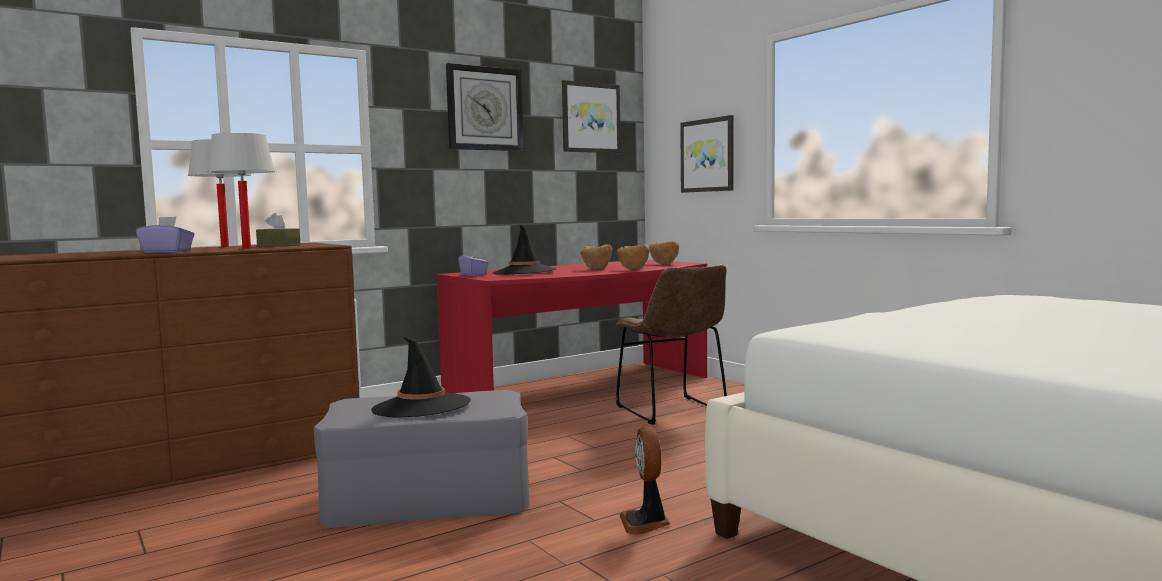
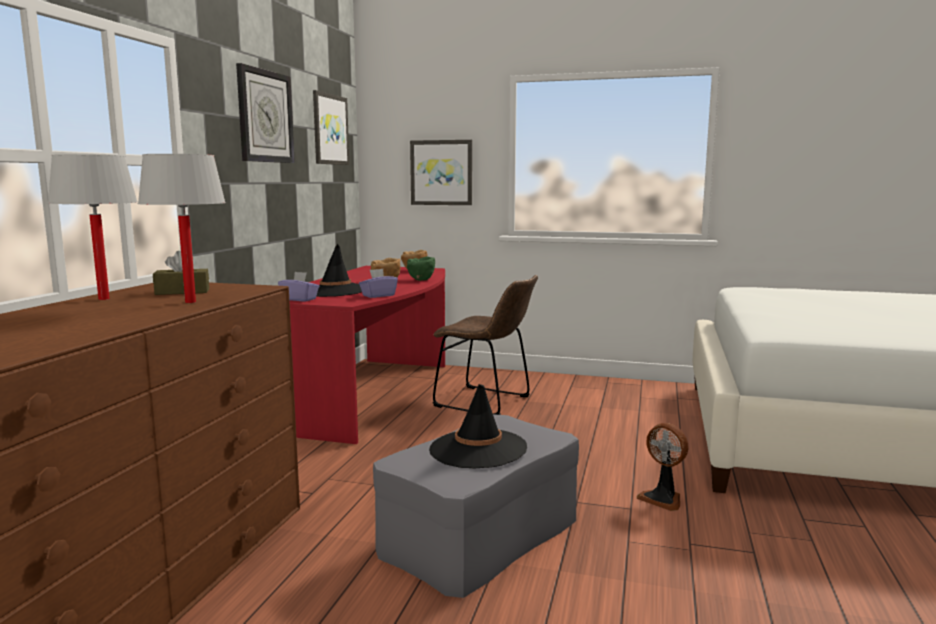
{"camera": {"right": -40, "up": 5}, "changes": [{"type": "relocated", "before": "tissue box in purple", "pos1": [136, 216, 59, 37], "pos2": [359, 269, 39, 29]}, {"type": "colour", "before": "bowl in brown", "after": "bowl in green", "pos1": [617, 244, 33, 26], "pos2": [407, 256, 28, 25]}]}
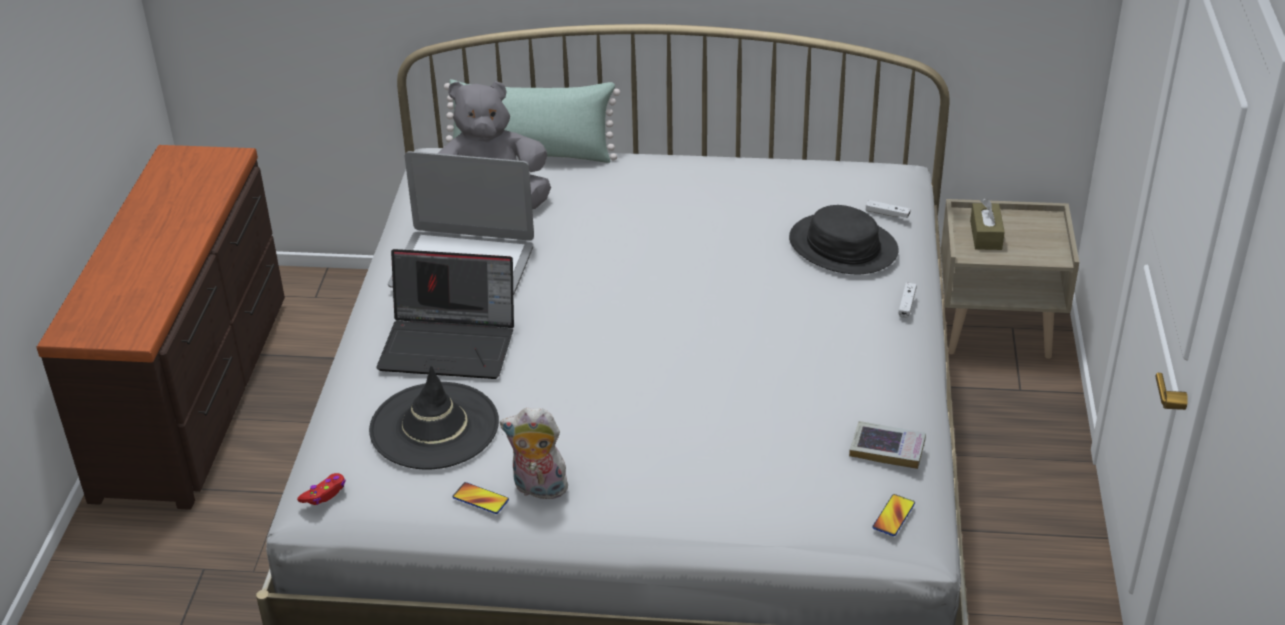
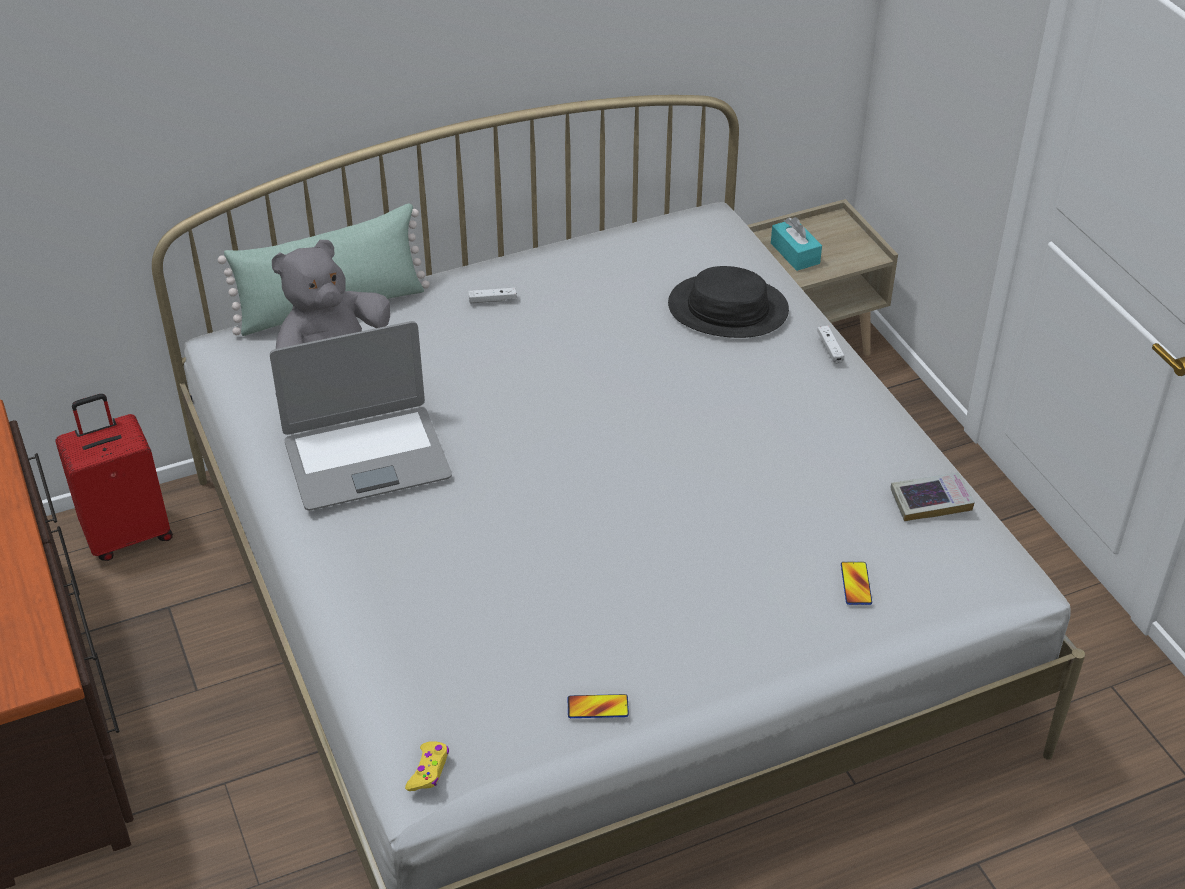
{"camera": {"right": -30, "up": 5}, "changes": [{"type": "appeared", "after": "suitcase in red", "pos2": [55, 394, 118, 167]}, {"type": "colour", "before": "game controller in red", "after": "game controller in yellow", "pos1": [297, 473, 49, 32], "pos2": [405, 741, 44, 50]}, {"type": "relocated", "before": "game controller in white", "pos1": [866, 200, 44, 18], "pos2": [469, 288, 48, 15]}, {"type": "colour", "before": "tissue box in brown", "after": "tissue box in turquoise", "pos1": [970, 199, 35, 51], "pos2": [771, 217, 51, 54]}, {"type": "relocated", "before": "phone", "pos1": [872, 494, 43, 42], "pos2": [841, 562, 31, 43]}, {"type": "missing", "before": "hat in black", "pos1": [369, 365, 130, 105]}, {"type": "missing", "before": "laptop", "pos1": [377, 249, 137, 130]}, {"type": "missing", "before": "plush toy", "pos1": [500, 408, 68, 92]}]}
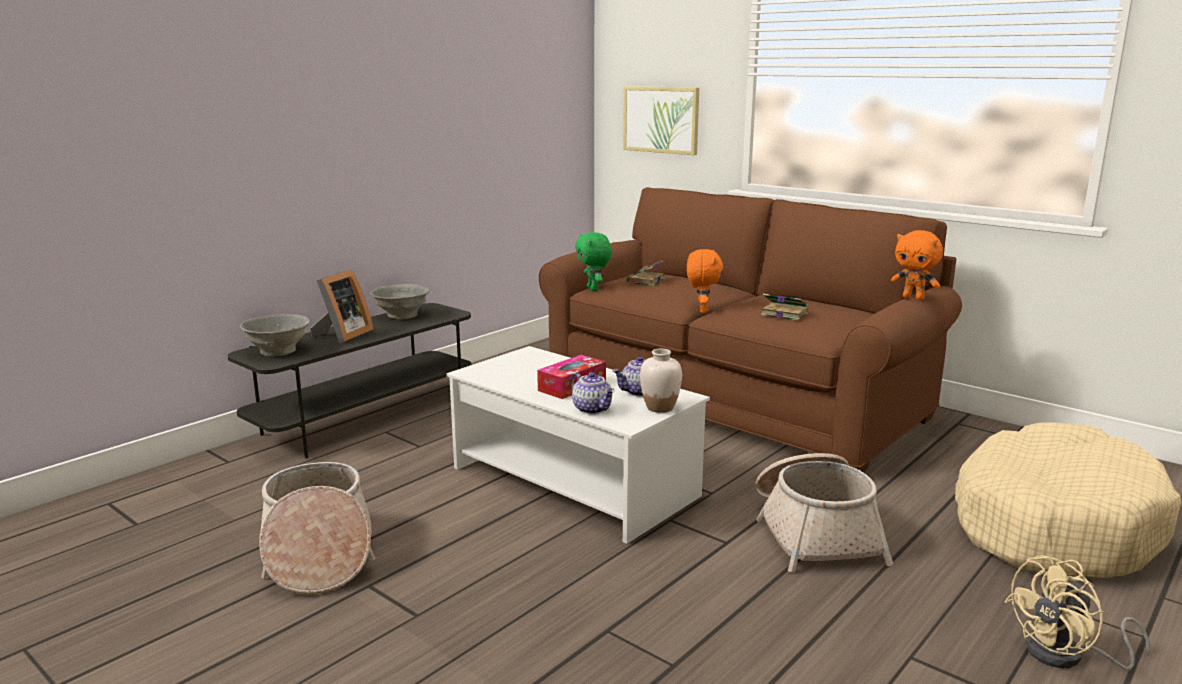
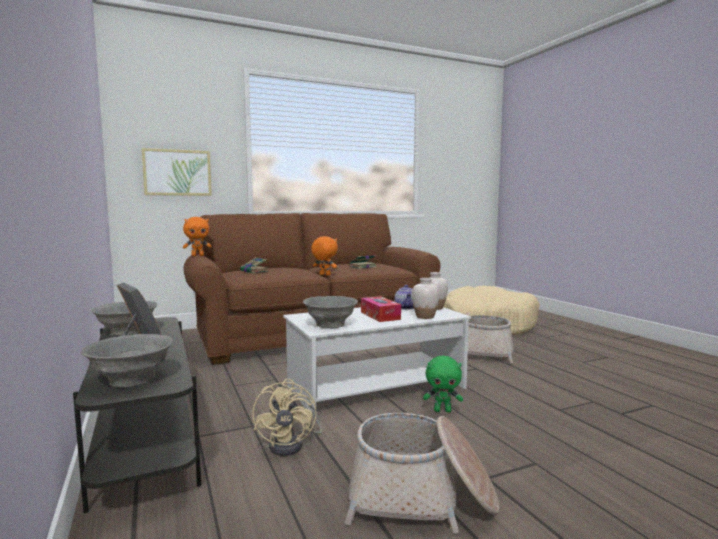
{"camera": {"right": -65, "up": -10}, "changes": [{"type": "relocated", "before": "plush toy in orange", "pos1": [891, 230, 52, 70], "pos2": [183, 217, 29, 39]}, {"type": "relocated", "before": "fan in beige", "pos1": [1004, 555, 146, 115], "pos2": [252, 379, 70, 77]}, {"type": "appeared", "after": "bowl in grey", "pos2": [303, 296, 55, 33]}, {"type": "exchanged", "before": "teapot", "after": "vase in white", "pos1": [571, 372, 44, 42], "pos2": [412, 278, 27, 41]}, {"type": "relocated", "before": "plush toy in green", "pos1": [575, 232, 37, 59], "pos2": [423, 356, 40, 56]}]}
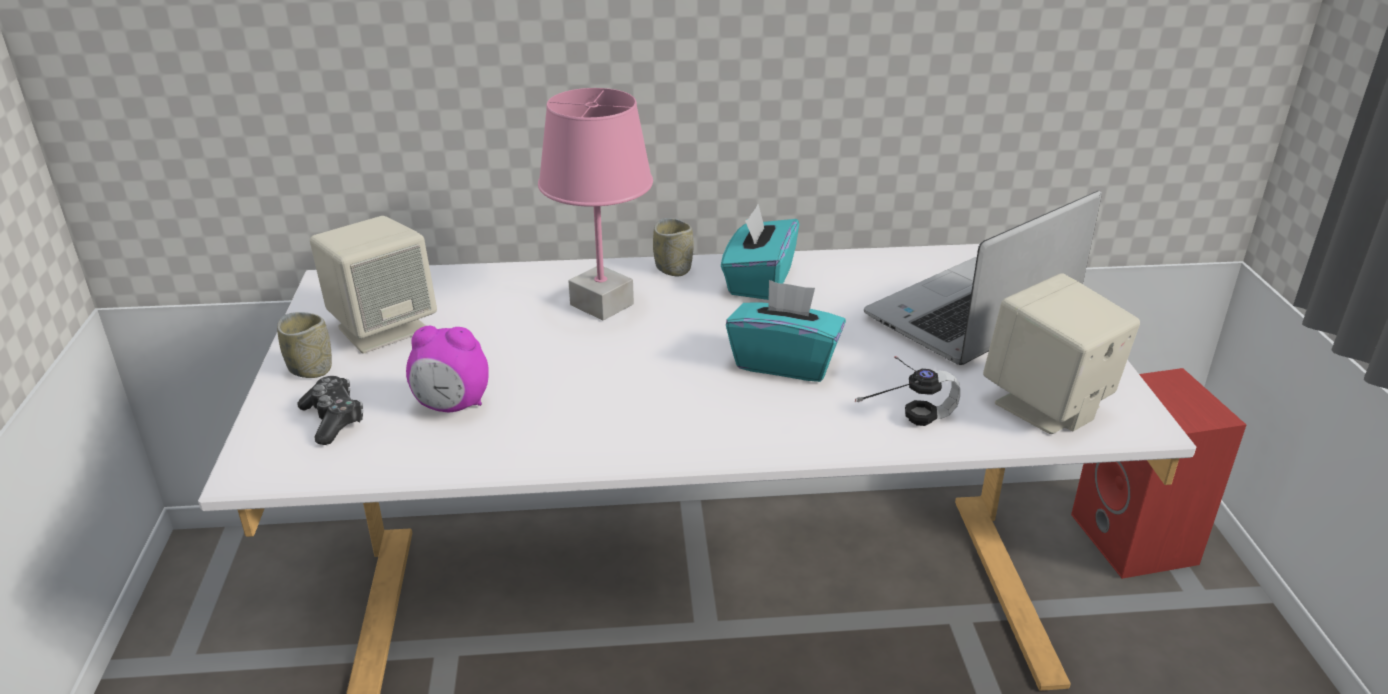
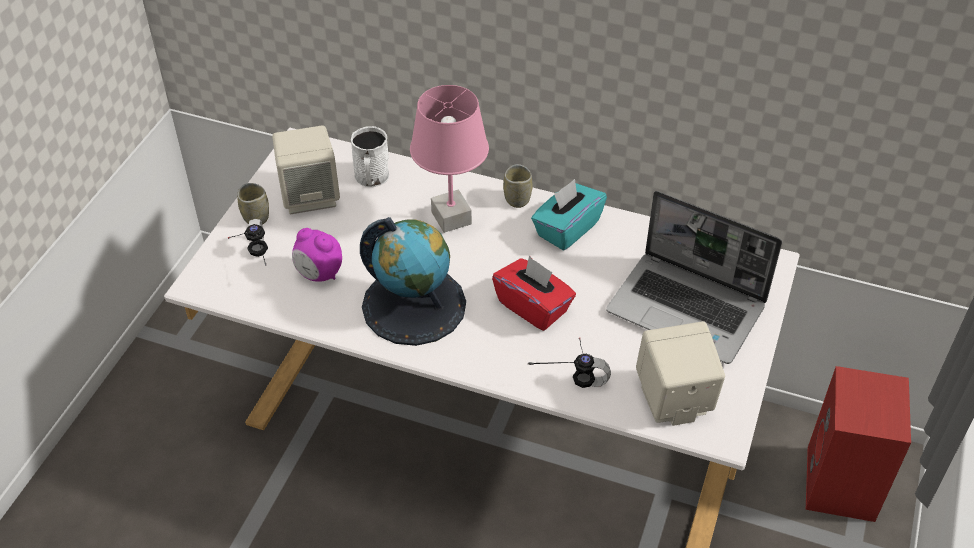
{"camera": {"right": 25, "up": 15}, "changes": [{"type": "exchanged", "before": "game controller", "after": "headphones", "pos1": [297, 376, 66, 69], "pos2": [228, 219, 40, 46]}, {"type": "appeared", "after": "mug in white", "pos2": [351, 126, 38, 61]}, {"type": "appeared", "after": "globe", "pos2": [360, 217, 106, 129]}, {"type": "colour", "before": "tissue box in turquoise", "after": "tissue box in red", "pos1": [726, 280, 120, 102], "pos2": [492, 256, 84, 75]}, {"type": "spun", "before": "laptop", "pos1": [864, 191, 238, 174], "pos2": [606, 191, 176, 173], "turn": -135}]}
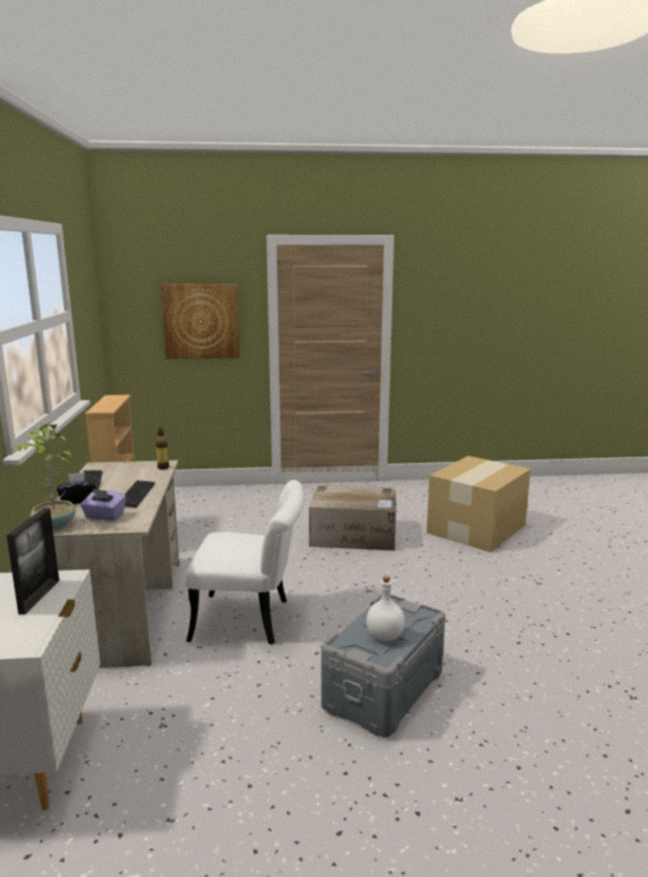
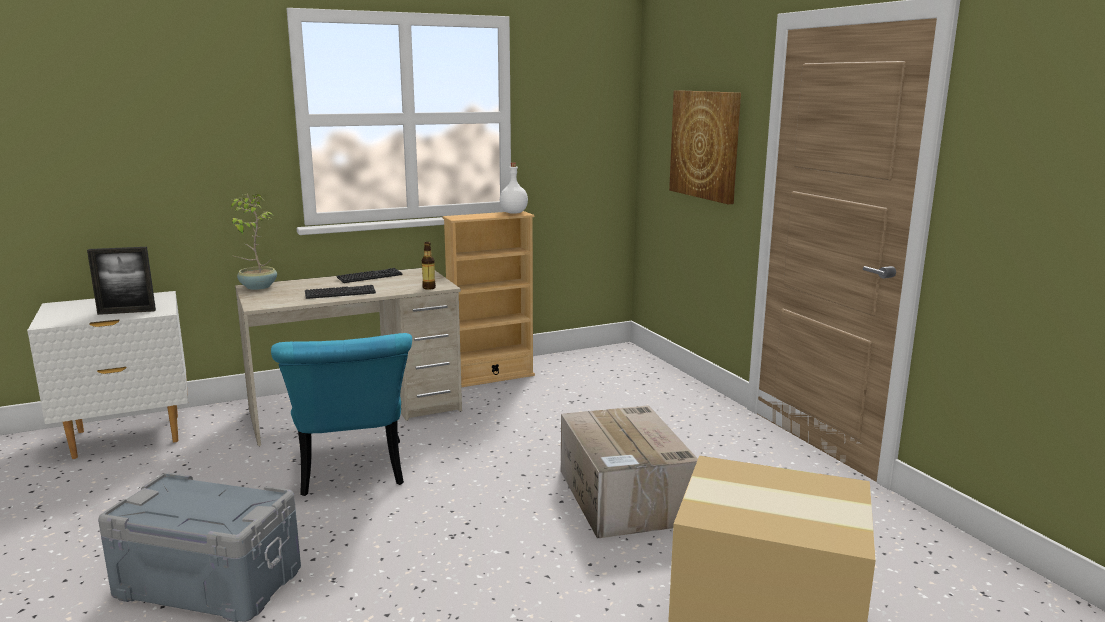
{"camera": {"right": 70, "up": 0}, "changes": [{"type": "colour", "before": "chair in white", "after": "chair in turquoise", "pos1": [186, 480, 119, 165], "pos2": [271, 333, 141, 163]}, {"type": "relocated", "before": "bottle in white", "pos1": [366, 575, 39, 66], "pos2": [500, 163, 28, 51]}, {"type": "missing", "before": "tissue box in black", "pos1": [57, 472, 40, 32]}, {"type": "missing", "before": "tissue box in purple", "pos1": [80, 489, 46, 32]}]}
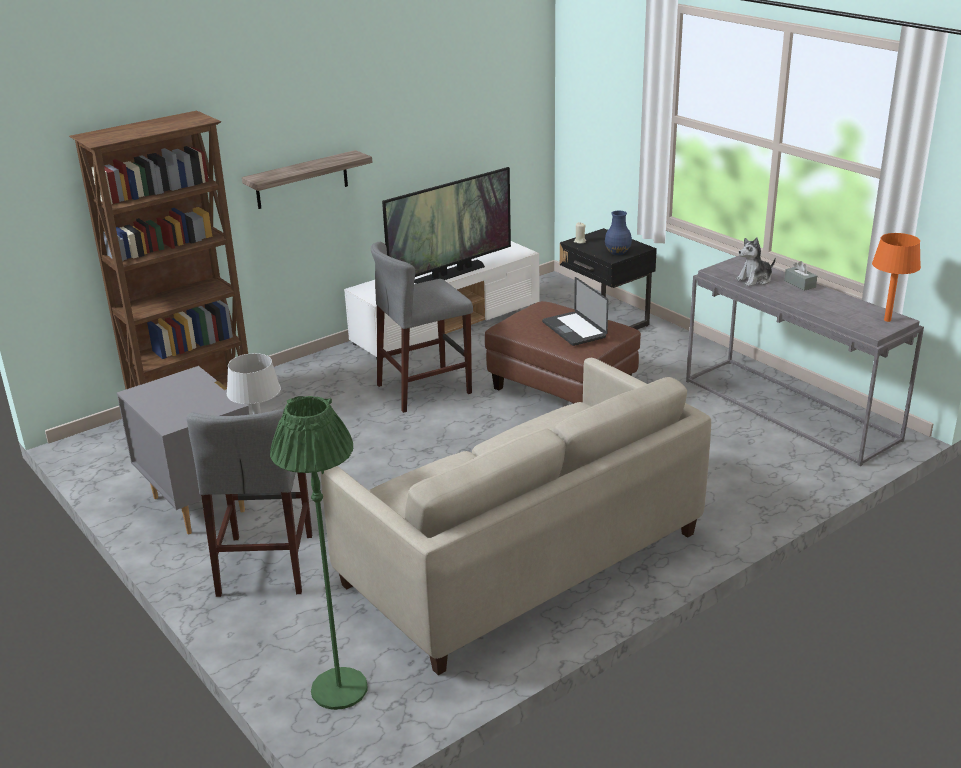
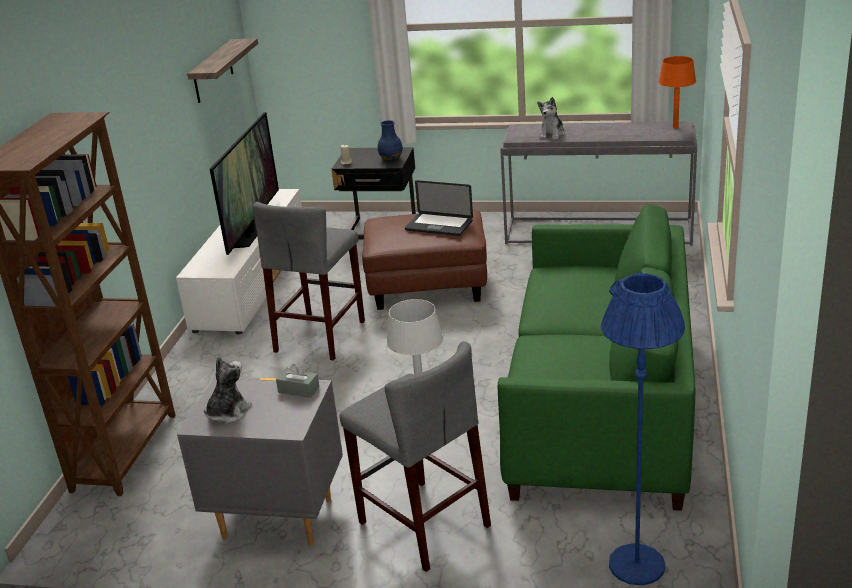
{"camera": {"right": -40, "up": 0}, "changes": [{"type": "relocated", "before": "shelf", "pos1": [242, 150, 130, 59], "pos2": [187, 38, 71, 65]}, {"type": "appeared", "after": "plush toy", "pos2": [204, 357, 48, 66]}, {"type": "relocated", "before": "tissue box in grey", "pos1": [784, 261, 33, 30], "pos2": [276, 364, 44, 34]}, {"type": "colour", "before": "sofa in beige", "after": "sofa in green", "pos1": [321, 358, 390, 317], "pos2": [498, 204, 197, 307]}, {"type": "colour", "before": "floor lamp in green", "after": "floor lamp in blue", "pos1": [270, 396, 98, 314], "pos2": [601, 271, 84, 314]}]}
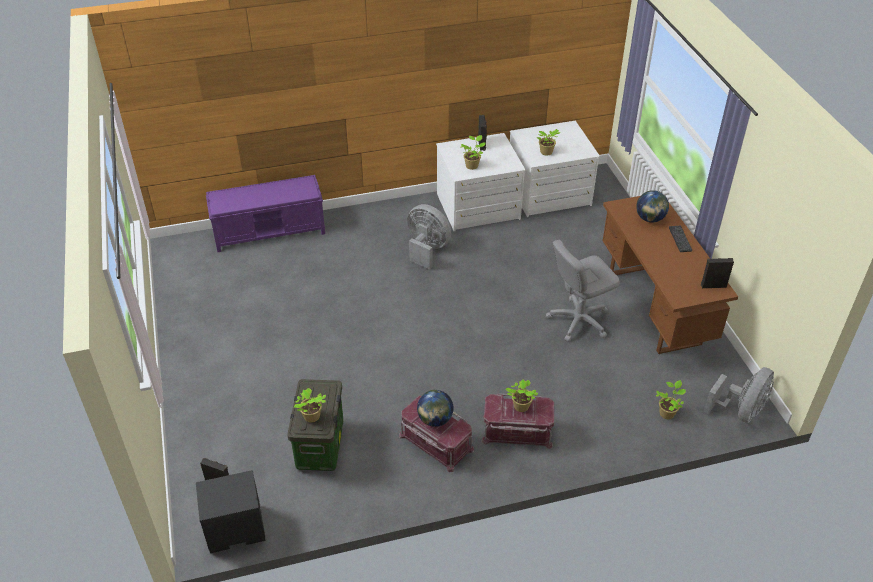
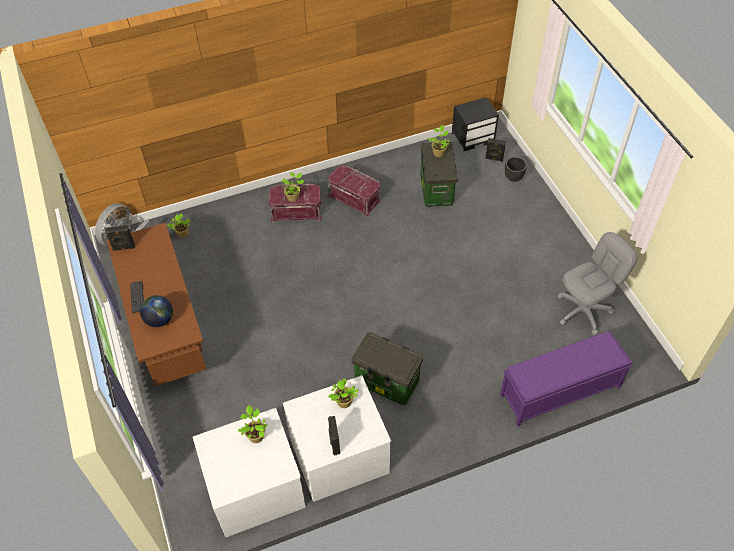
{"camera": {"right": 175, "up": 10}, "changes": [{"type": "exchanged", "before": "fan in grey", "after": "storage box", "pos1": [408, 204, 43, 65], "pos2": [352, 332, 71, 73]}, {"type": "appeared", "after": "planter in black", "pos2": [505, 157, 22, 25]}, {"type": "relocated", "before": "office chair in grey", "pos1": [546, 240, 74, 102], "pos2": [557, 232, 80, 104]}, {"type": "missing", "before": "globe", "pos1": [417, 390, 37, 37]}]}
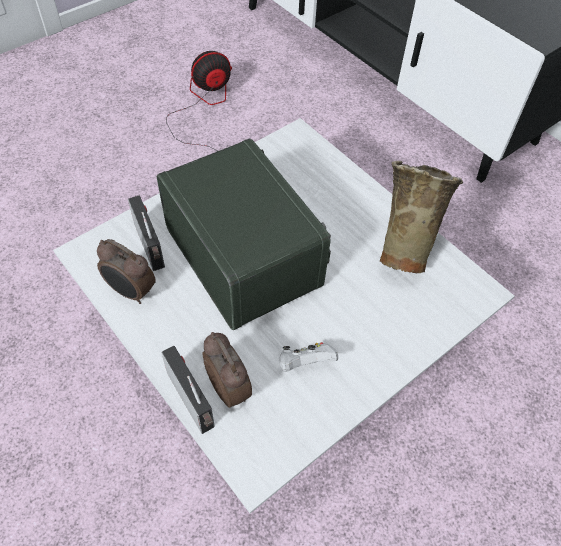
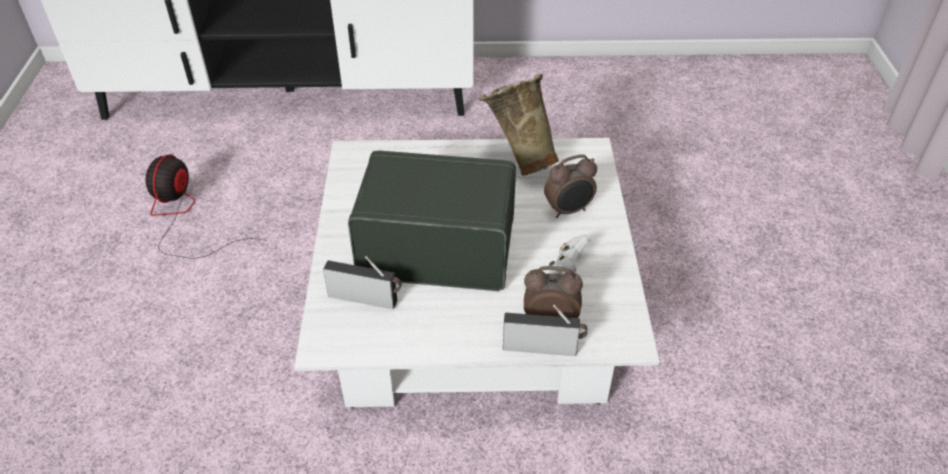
{"camera": {"right": -50, "up": -10}, "changes": [{"type": "relocated", "before": "alarm clock", "pos1": [97, 239, 59, 65], "pos2": [544, 155, 53, 63]}]}
